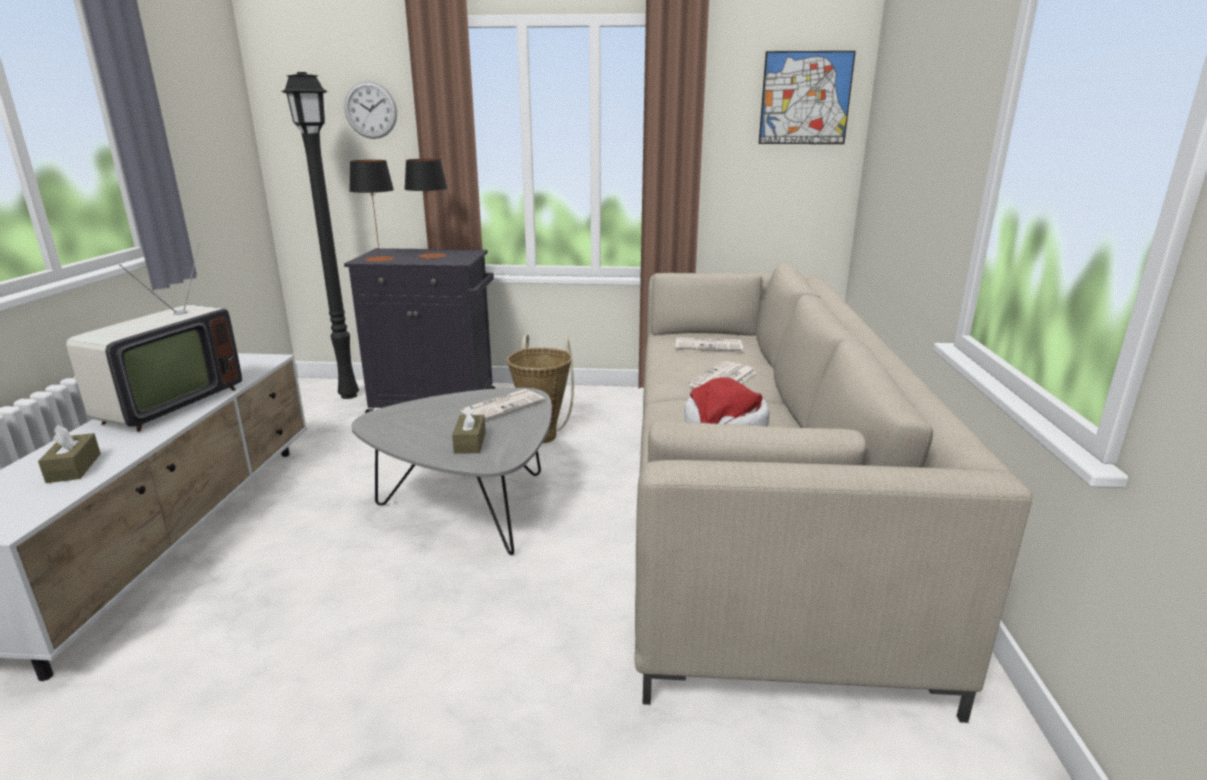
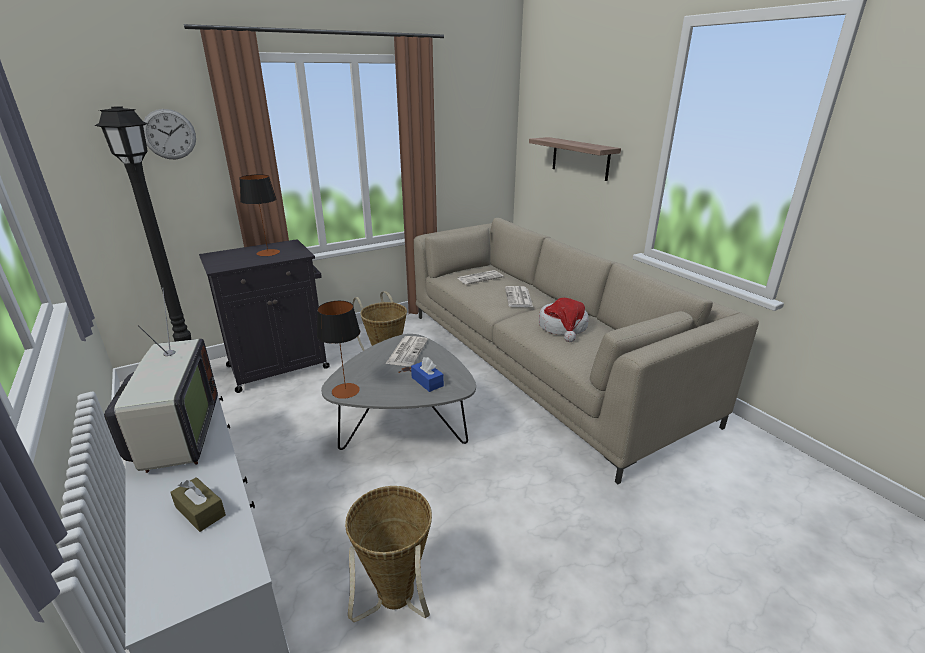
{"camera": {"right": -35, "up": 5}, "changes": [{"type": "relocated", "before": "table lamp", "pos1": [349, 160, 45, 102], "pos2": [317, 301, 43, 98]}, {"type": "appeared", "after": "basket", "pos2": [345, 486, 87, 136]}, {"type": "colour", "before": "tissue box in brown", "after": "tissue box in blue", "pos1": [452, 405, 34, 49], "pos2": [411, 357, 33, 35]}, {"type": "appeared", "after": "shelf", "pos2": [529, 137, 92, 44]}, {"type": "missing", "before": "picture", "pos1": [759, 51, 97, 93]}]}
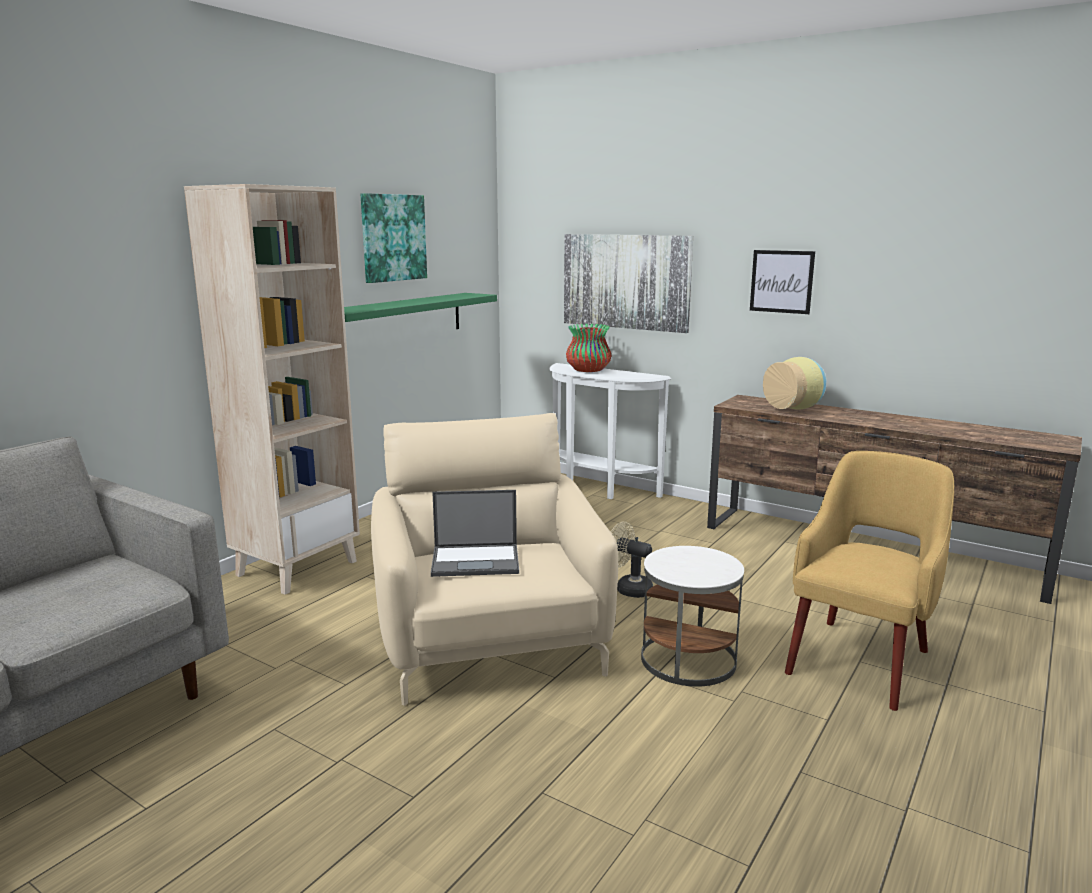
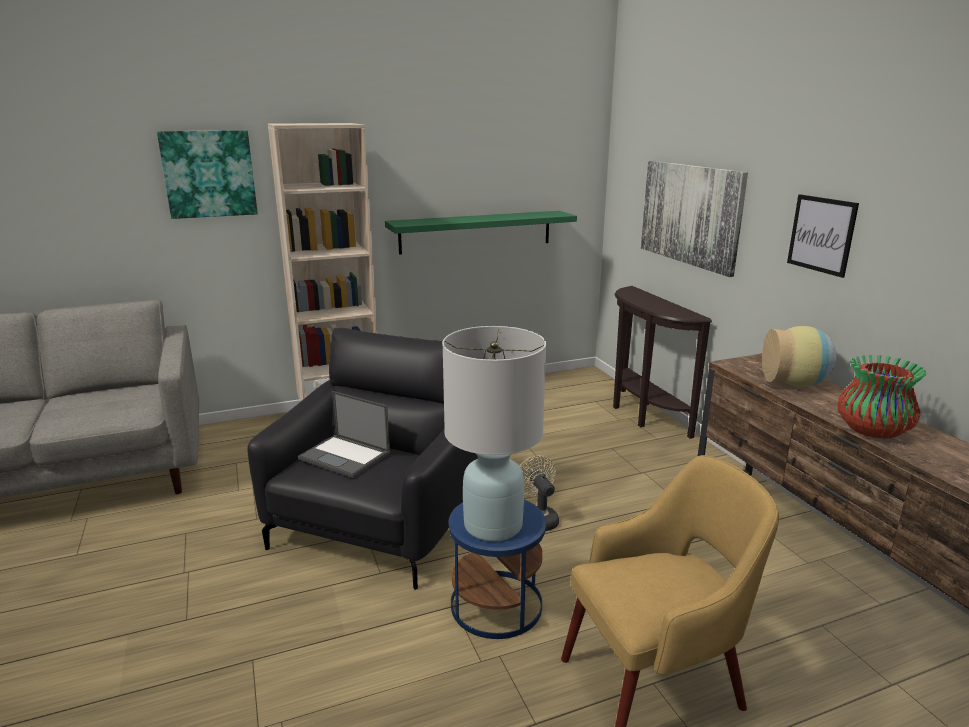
{"camera": {"right": 35, "up": 5}, "changes": [{"type": "relocated", "before": "picture", "pos1": [361, 193, 66, 90], "pos2": [157, 130, 101, 89]}, {"type": "colour", "before": "armchair in beige", "after": "armchair in black", "pos1": [371, 413, 247, 293], "pos2": [248, 328, 230, 262]}, {"type": "appeared", "after": "table lamp in white", "pos2": [442, 326, 104, 215]}, {"type": "colour", "before": "side table in white", "after": "side table in blue", "pos1": [641, 546, 103, 141], "pos2": [449, 499, 97, 140]}, {"type": "colour", "before": "console table in white", "after": "console table in brown", "pos1": [549, 363, 122, 136], "pos2": [613, 286, 99, 153]}, {"type": "relocated", "before": "vase", "pos1": [566, 324, 46, 48], "pos2": [838, 355, 88, 84]}]}
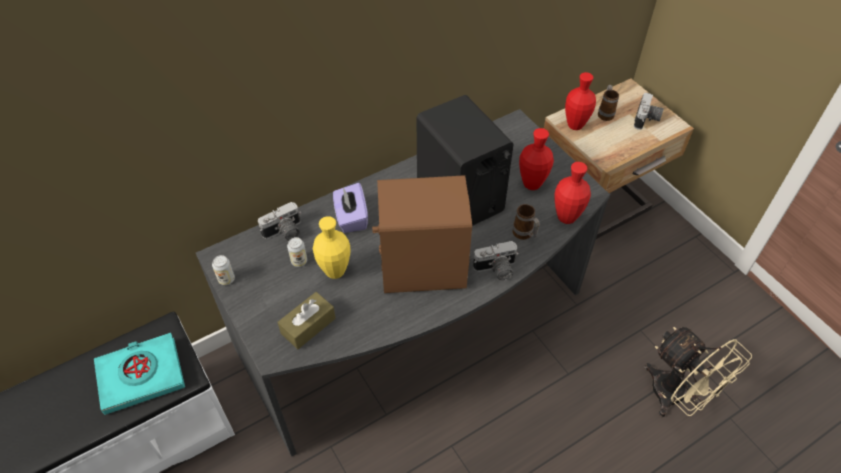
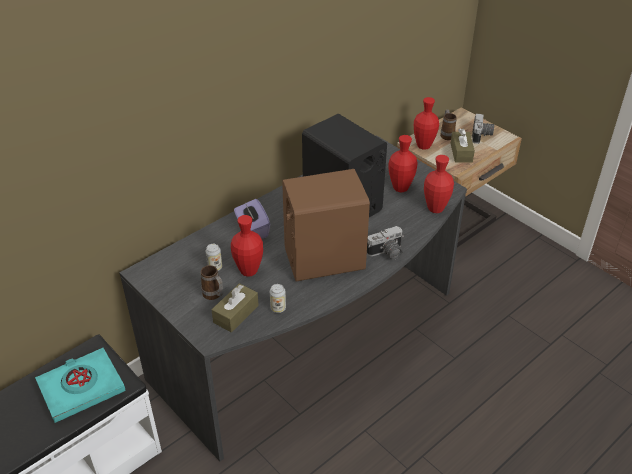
{"camera": {"right": -10, "up": -10}, "changes": [{"type": "relocated", "before": "mug", "pos1": [513, 204, 27, 36], "pos2": [200, 265, 23, 35]}, {"type": "colour", "before": "vase in yellow", "after": "vase in red", "pos1": [312, 216, 39, 63], "pos2": [231, 215, 32, 62]}, {"type": "relocated", "before": "can", "pos1": [212, 255, 23, 30], "pos2": [270, 284, 16, 29]}, {"type": "appeared", "after": "tissue box in brown", "pos2": [451, 128, 24, 35]}, {"type": "missing", "before": "photo camera", "pos1": [258, 202, 43, 39]}, {"type": "missing", "before": "fan in beige", "pos1": [644, 327, 108, 90]}]}
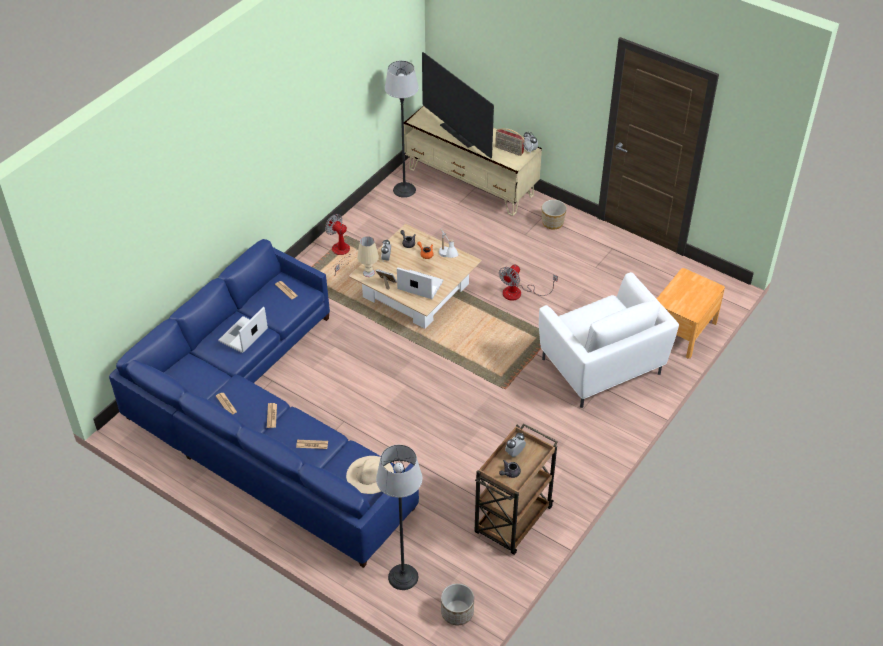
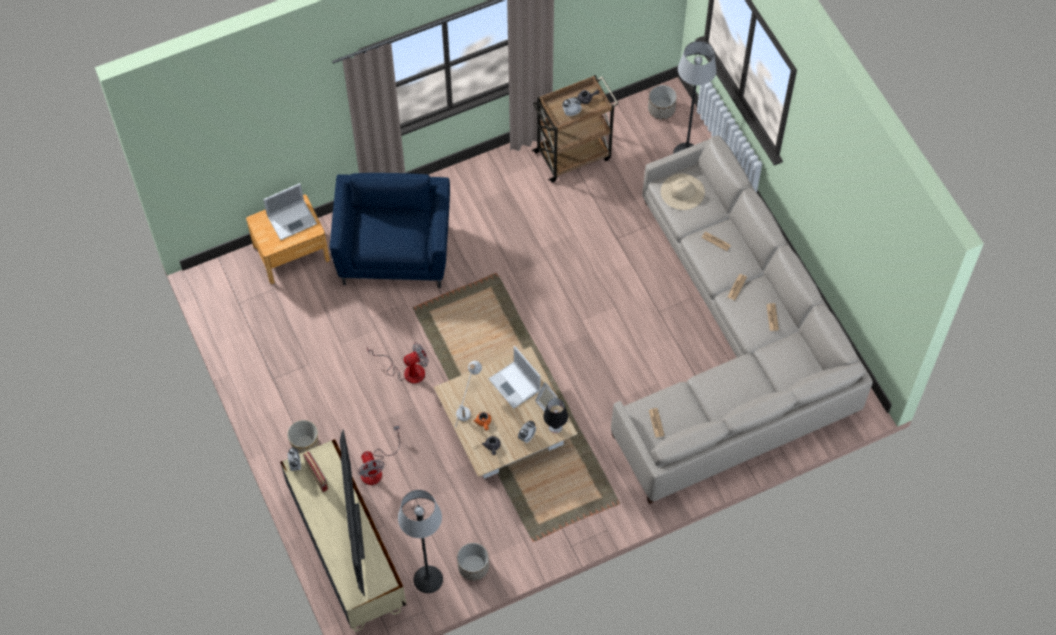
{"camera": {"right": -150, "up": 15}, "changes": [{"type": "relocated", "before": "laptop", "pos1": [218, 307, 50, 46], "pos2": [263, 183, 54, 57]}, {"type": "colour", "before": "armchair in white", "after": "armchair in blue", "pos1": [539, 272, 140, 136], "pos2": [330, 173, 120, 115]}, {"type": "relocated", "before": "fan", "pos1": [325, 214, 25, 62], "pos2": [358, 425, 42, 60]}, {"type": "appeared", "after": "planter", "pos2": [457, 543, 32, 38]}, {"type": "colour", "before": "table lamp in beige", "after": "table lamp in black", "pos1": [357, 236, 22, 41], "pos2": [543, 398, 25, 35]}, {"type": "colour", "before": "sofa in blue", "after": "sofa in beige", "pos1": [109, 239, 310, 329], "pos2": [611, 135, 262, 369]}]}
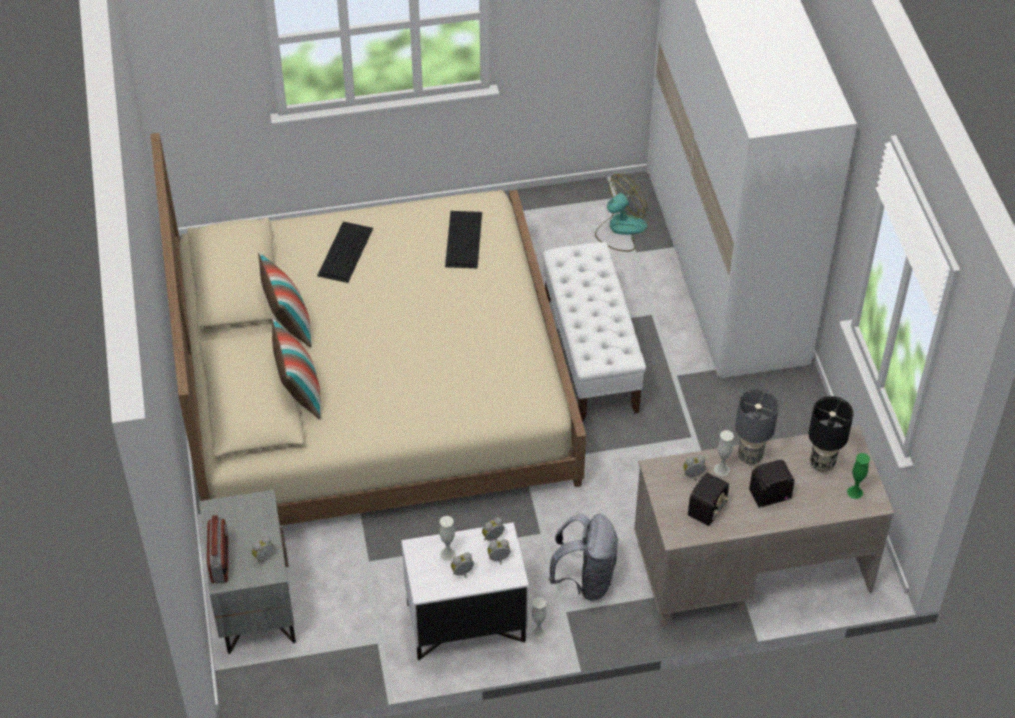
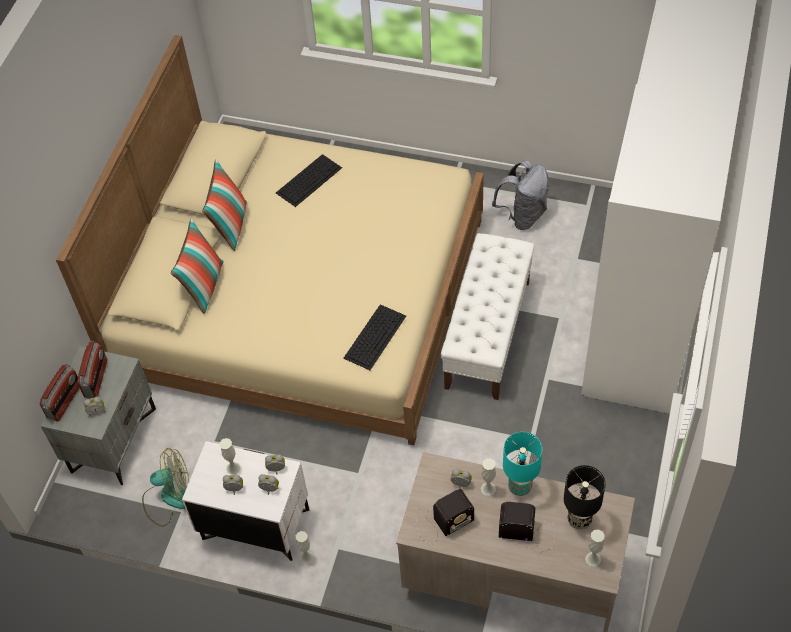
{"camera": {"right": 30, "up": 5}, "changes": [{"type": "appeared", "after": "radio", "pos2": [78, 341, 29, 57]}, {"type": "relocated", "before": "fan", "pos1": [595, 174, 53, 78], "pos2": [142, 448, 47, 79]}, {"type": "relocated", "before": "keyboard", "pos1": [445, 211, 37, 57], "pos2": [343, 304, 63, 66]}, {"type": "relocated", "before": "backpack in grey", "pos1": [549, 514, 70, 86], "pos2": [492, 160, 57, 70]}, {"type": "colour", "before": "table lamp in grey", "after": "table lamp in turquoise", "pos1": [735, 389, 44, 75], "pos2": [503, 432, 39, 64]}, {"type": "colour", "before": "vase in green", "after": "vase in white", "pos1": [847, 453, 23, 46], "pos2": [585, 530, 20, 36]}]}
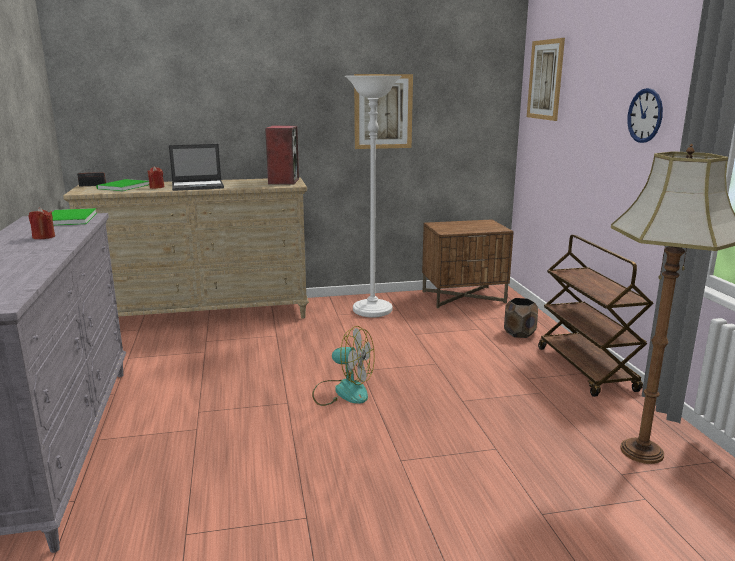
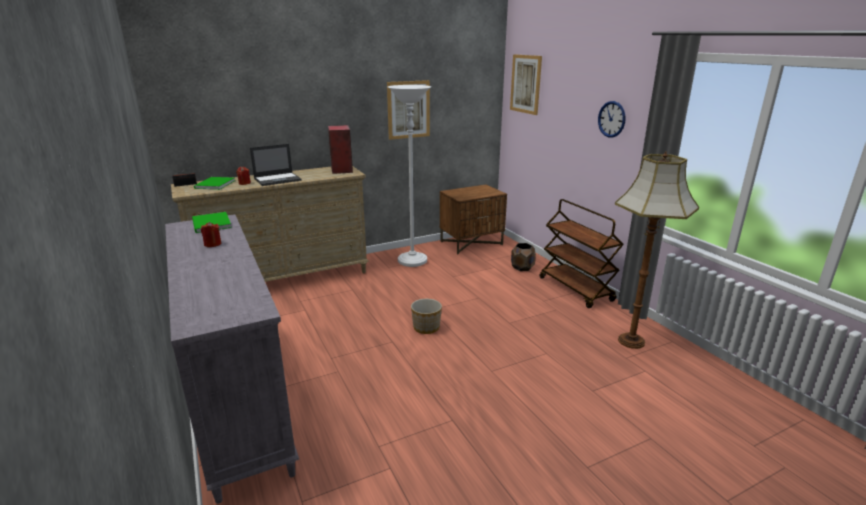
{"camera": {"right": -15, "up": 5}, "changes": [{"type": "exchanged", "before": "fan", "after": "planter", "pos1": [312, 326, 63, 80], "pos2": [411, 299, 31, 35]}]}
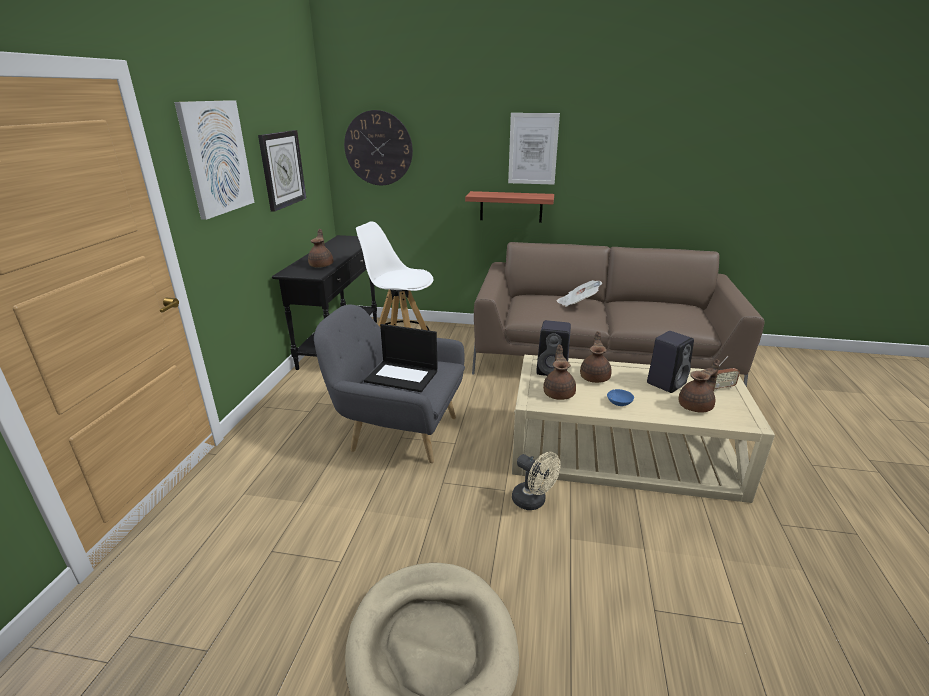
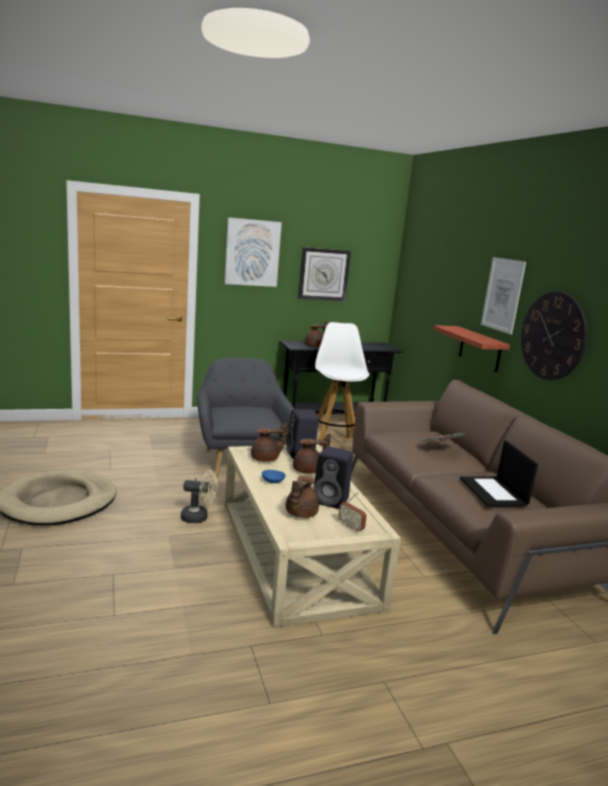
{"camera": {"right": 60, "up": -10}, "changes": [{"type": "spun", "before": "fan in beige", "pos1": [512, 452, 49, 58], "pos2": [181, 470, 36, 53], "turn": -105}, {"type": "spun", "before": "teapot in brown", "pos1": [679, 359, 41, 54], "pos2": [285, 475, 34, 43], "turn": 90}, {"type": "relocated", "before": "laptop", "pos1": [364, 324, 74, 68], "pos2": [460, 440, 78, 66]}, {"type": "relocated", "before": "wall clock", "pos1": [344, 110, 69, 75], "pos2": [521, 292, 66, 88]}]}
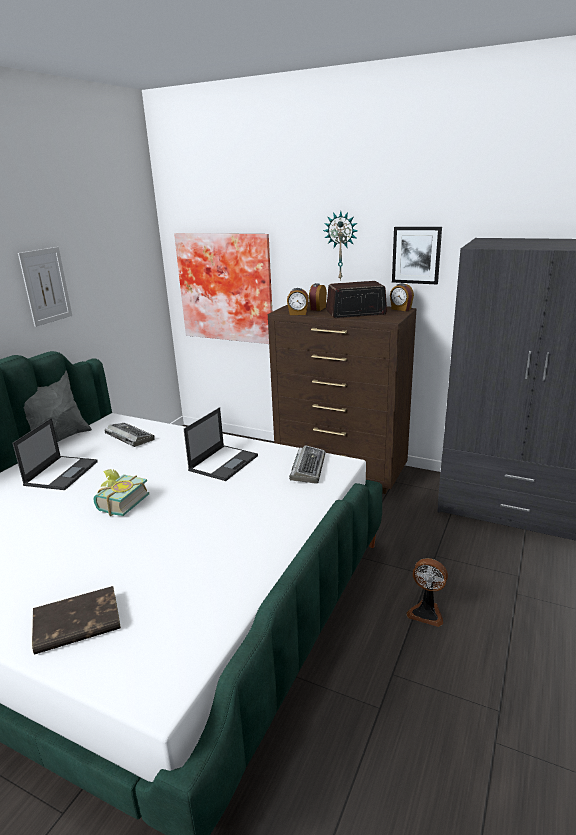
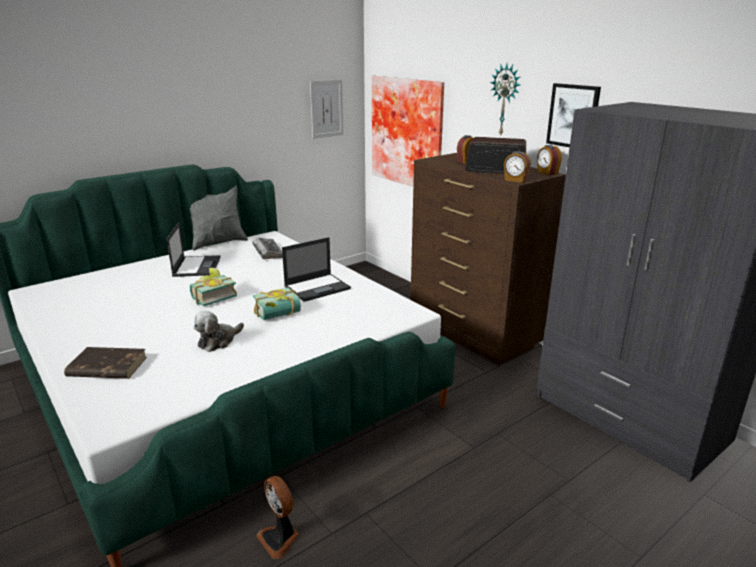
{"camera": {"right": 25, "up": 0}, "changes": [{"type": "spun", "before": "laptop", "pos1": [13, 418, 85, 72], "pos2": [167, 222, 54, 55], "turn": -45}, {"type": "appeared", "after": "plush toy", "pos2": [194, 311, 50, 41]}, {"type": "appeared", "after": "book", "pos2": [253, 287, 48, 33]}, {"type": "relocated", "before": "fan", "pos1": [406, 558, 42, 69], "pos2": [256, 476, 43, 83]}, {"type": "relocated", "before": "picture", "pos1": [18, 247, 54, 80], "pos2": [310, 79, 33, 60]}, {"type": "relocated", "before": "alarm clock", "pos1": [287, 288, 22, 27], "pos2": [504, 151, 27, 32]}, {"type": "missing", "before": "keyboard", "pos1": [289, 445, 36, 39]}]}
